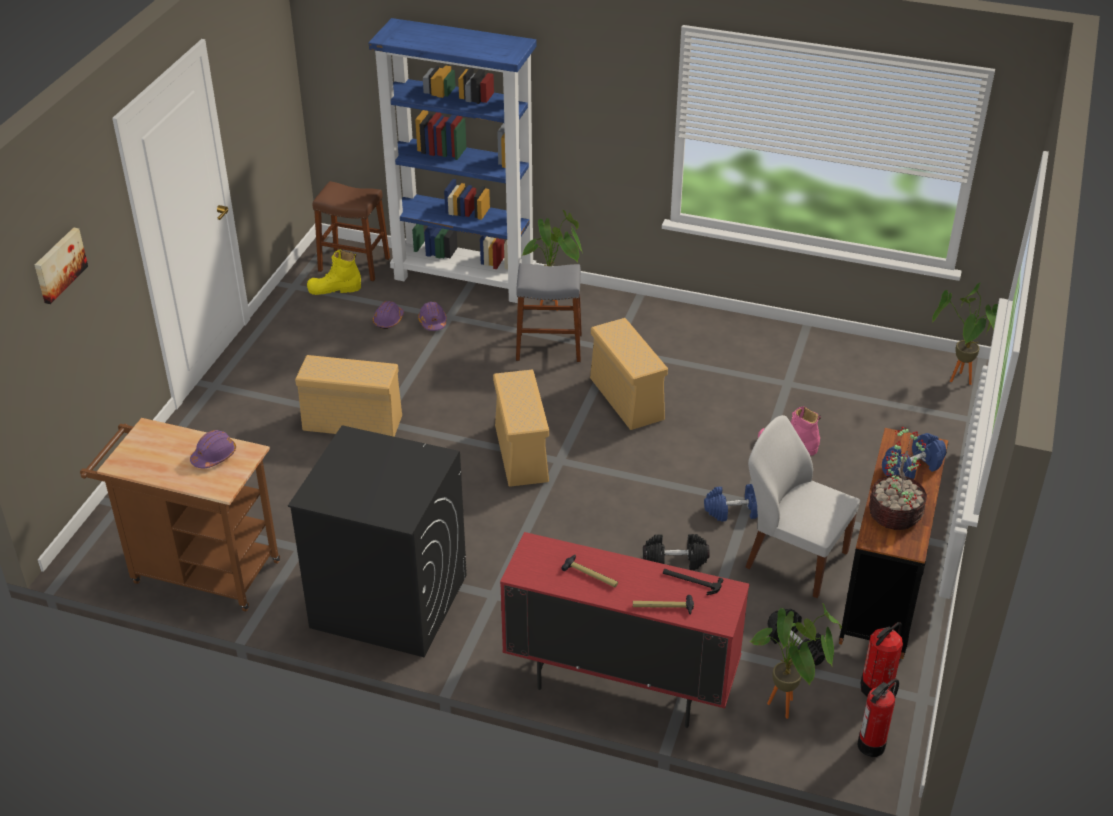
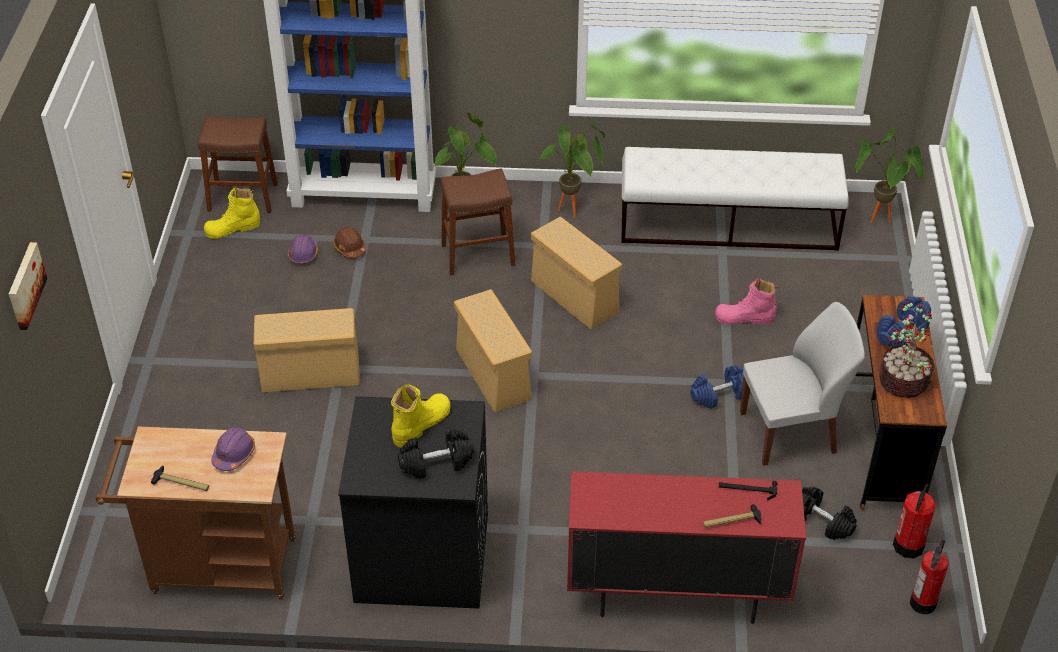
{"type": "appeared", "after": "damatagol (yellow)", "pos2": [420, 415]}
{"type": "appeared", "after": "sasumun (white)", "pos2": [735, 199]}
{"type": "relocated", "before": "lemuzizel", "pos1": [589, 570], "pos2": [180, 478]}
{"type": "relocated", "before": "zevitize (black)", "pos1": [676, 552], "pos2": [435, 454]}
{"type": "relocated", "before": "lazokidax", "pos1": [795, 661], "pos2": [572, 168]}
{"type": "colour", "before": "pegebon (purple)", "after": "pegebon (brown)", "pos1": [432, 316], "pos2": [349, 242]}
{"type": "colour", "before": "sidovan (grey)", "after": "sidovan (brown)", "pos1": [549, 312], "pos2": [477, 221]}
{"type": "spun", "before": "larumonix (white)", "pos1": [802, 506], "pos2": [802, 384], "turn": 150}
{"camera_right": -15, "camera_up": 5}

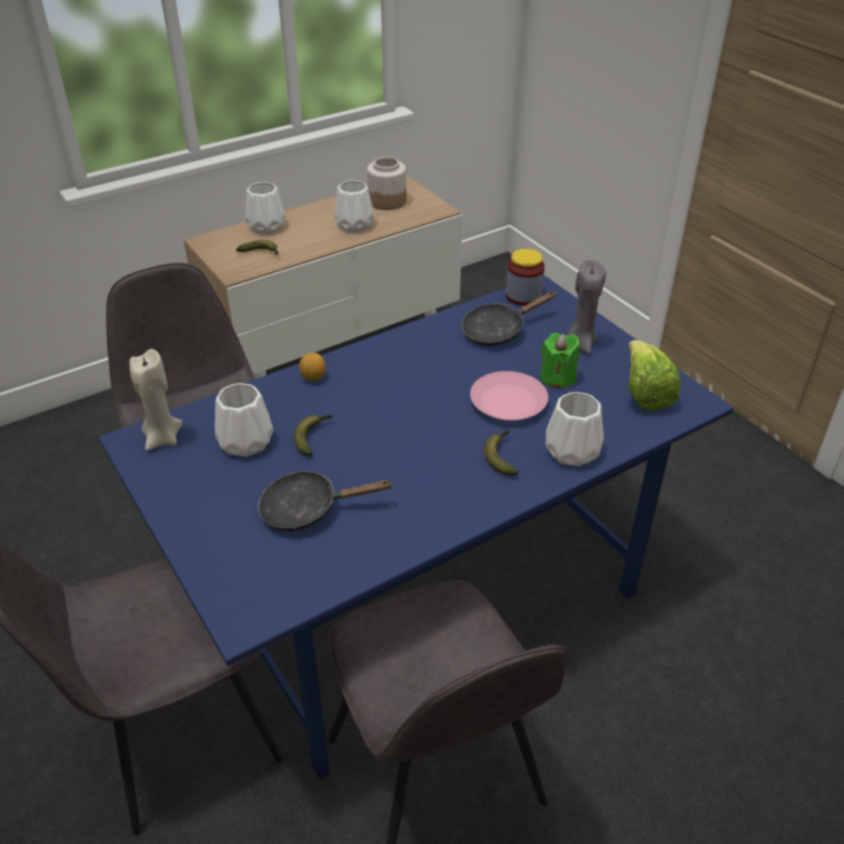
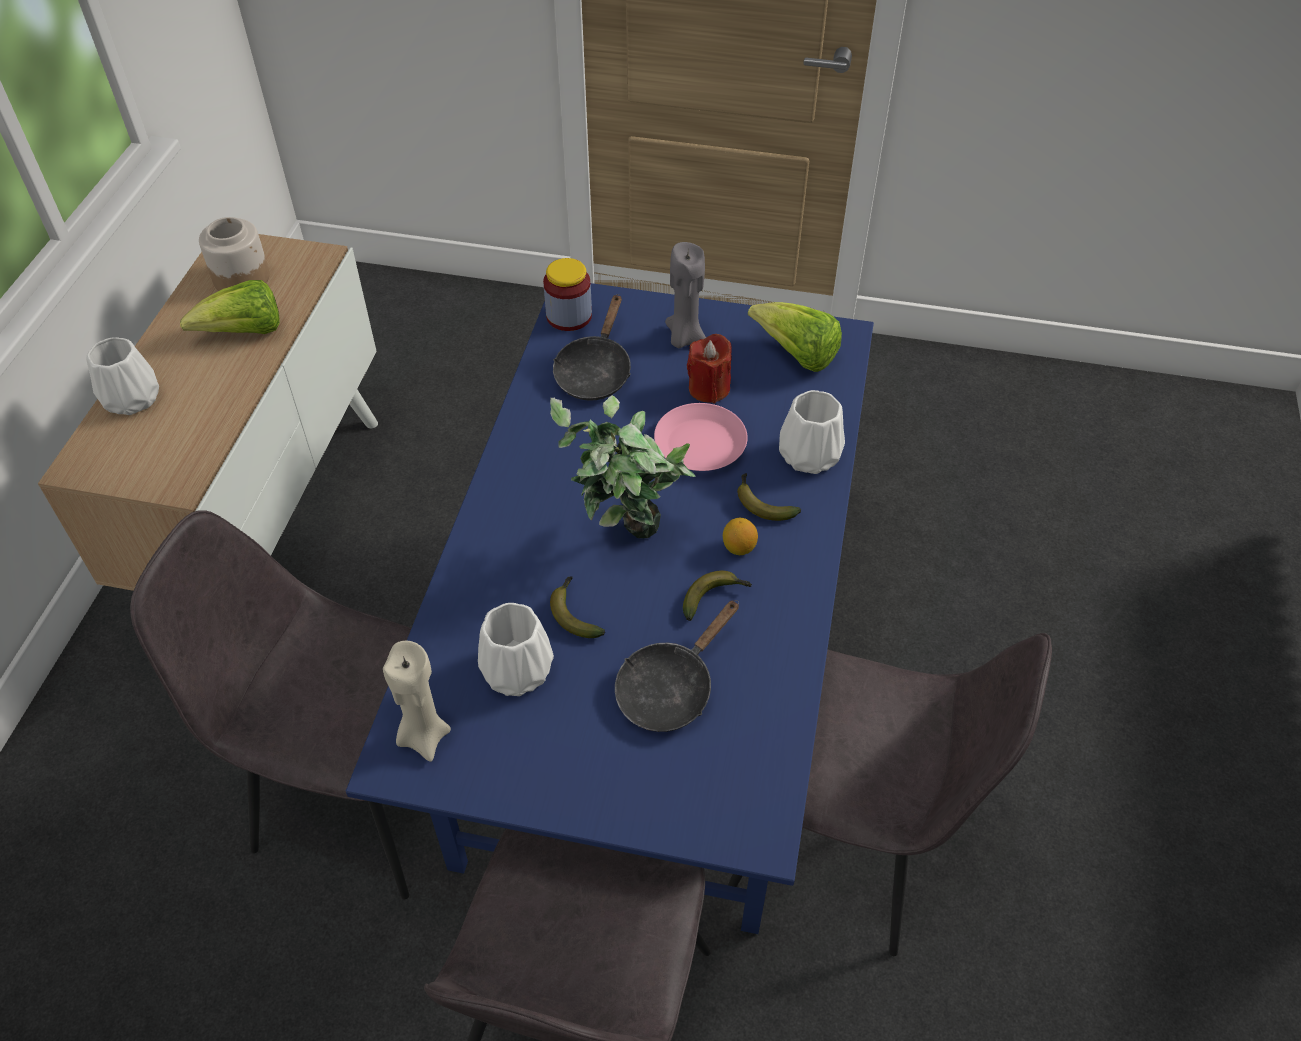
{"type": "appeared", "after": "lazokidax", "pos2": [623, 466]}
{"type": "relocated", "before": "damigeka", "pos1": [257, 247], "pos2": [717, 596]}
{"type": "relocated", "before": "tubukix", "pos1": [312, 367], "pos2": [740, 536]}
{"type": "exchanged", "before": "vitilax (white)", "after": "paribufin", "pos1": [354, 206], "pos2": [230, 307]}
{"type": "colour", "before": "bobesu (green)", "after": "bobesu (red)", "pos1": [559, 360], "pos2": [709, 369]}
{"camera_right": -45, "camera_up": 10}

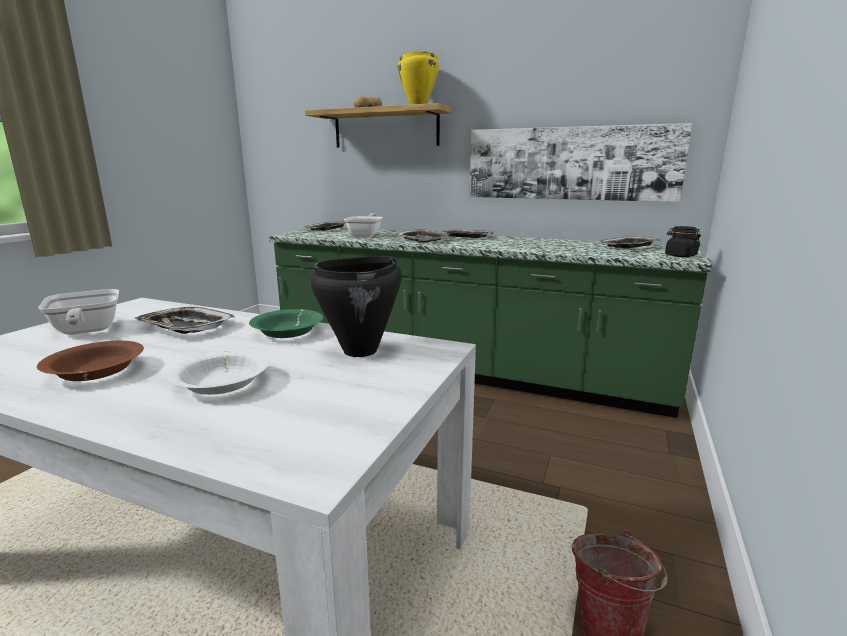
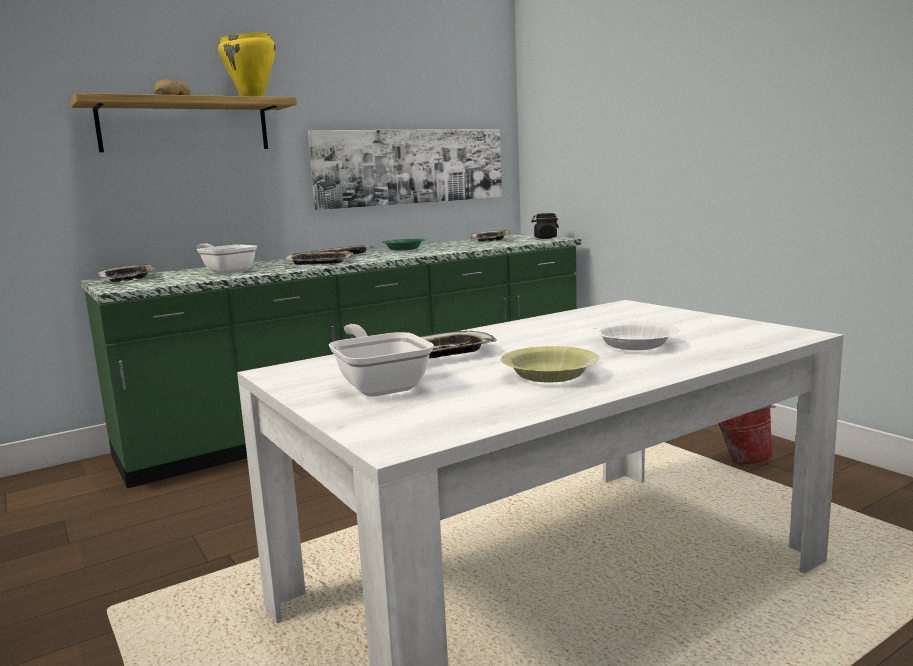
{"type": "missing", "before": "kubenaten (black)", "pos1": [356, 306]}
{"type": "relocated", "before": "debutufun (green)", "pos1": [286, 323], "pos2": [404, 244]}
{"type": "colour", "before": "debutufun (brown)", "after": "debutufun (yellow)", "pos1": [90, 361], "pos2": [550, 364]}
{"type": "spun", "before": "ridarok", "pos1": [78, 312], "pos2": [381, 360], "turn": -120}
{"camera_right": -55, "camera_up": -5}

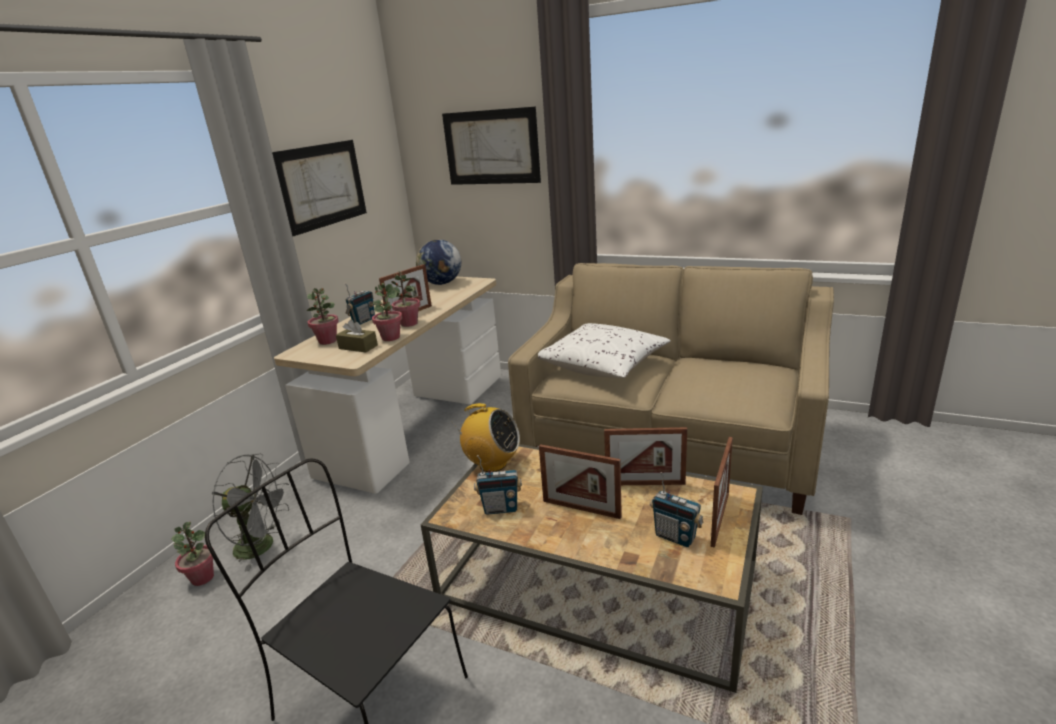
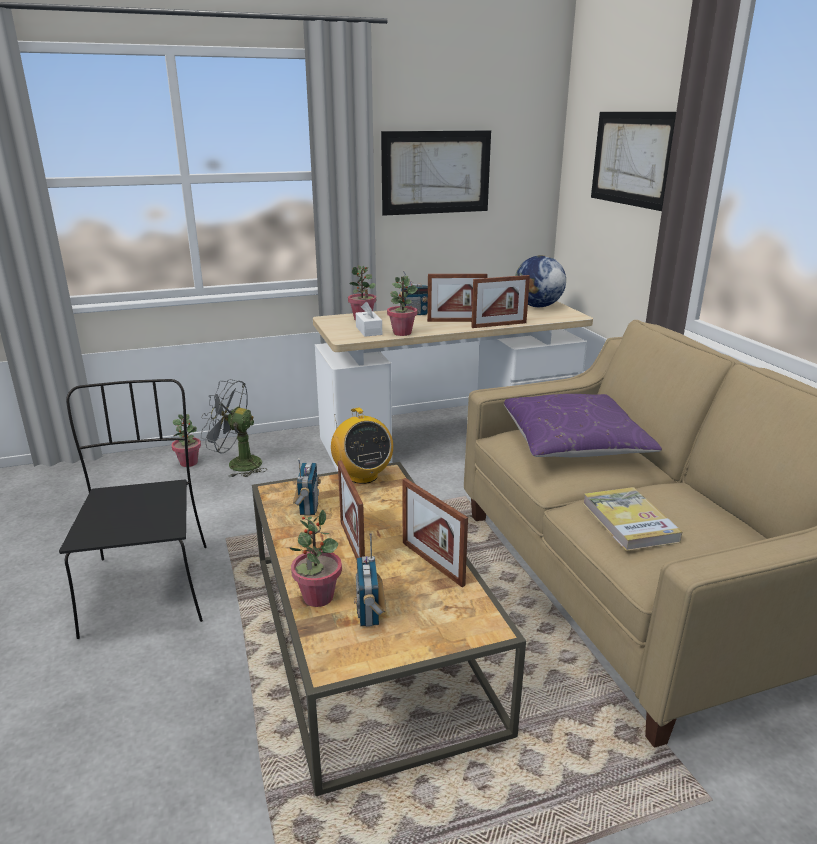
{"type": "appeared", "after": "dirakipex", "pos2": [632, 519]}
{"type": "relocated", "before": "lazokidax", "pos1": [405, 299], "pos2": [315, 558]}
{"type": "relocated", "before": "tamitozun", "pos1": [722, 492], "pos2": [500, 301]}
{"type": "colour", "before": "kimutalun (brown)", "after": "kimutalun (white)", "pos1": [357, 336], "pos2": [369, 319]}
{"type": "colour", "before": "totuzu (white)", "after": "totuzu (purple)", "pos1": [604, 350], "pos2": [583, 425]}
{"type": "spun", "before": "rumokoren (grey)", "pos1": [250, 513], "pos2": [234, 428], "turn": 135}
{"type": "spun", "before": "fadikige", "pos1": [498, 485], "pos2": [307, 487], "turn": -135}
{"camera_right": 45, "camera_up": 0}

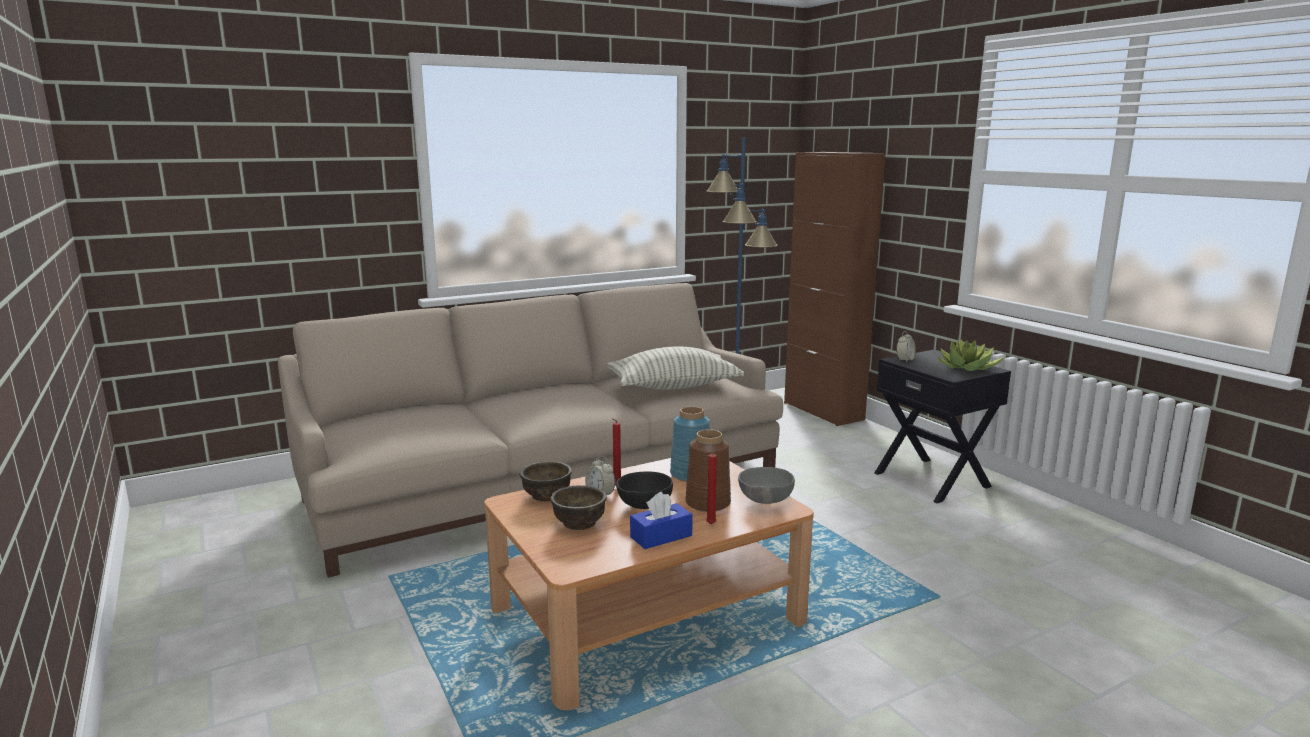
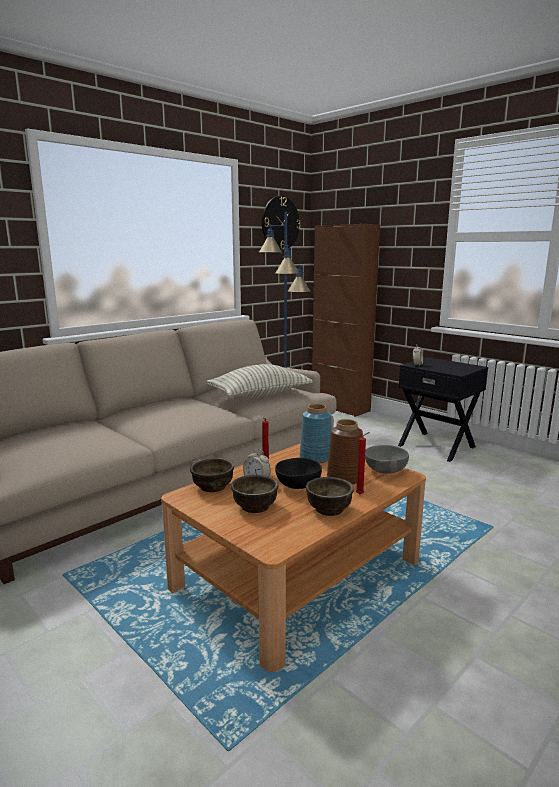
{"type": "missing", "before": "lazokidax", "pos1": [971, 355]}
{"type": "appeared", "after": "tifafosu", "pos2": [281, 223]}
{"type": "exchanged", "before": "kimutalun (blue)", "after": "debutufun (brown)", "pos1": [661, 520], "pos2": [330, 496]}
{"camera_right": -15, "camera_up": 0}

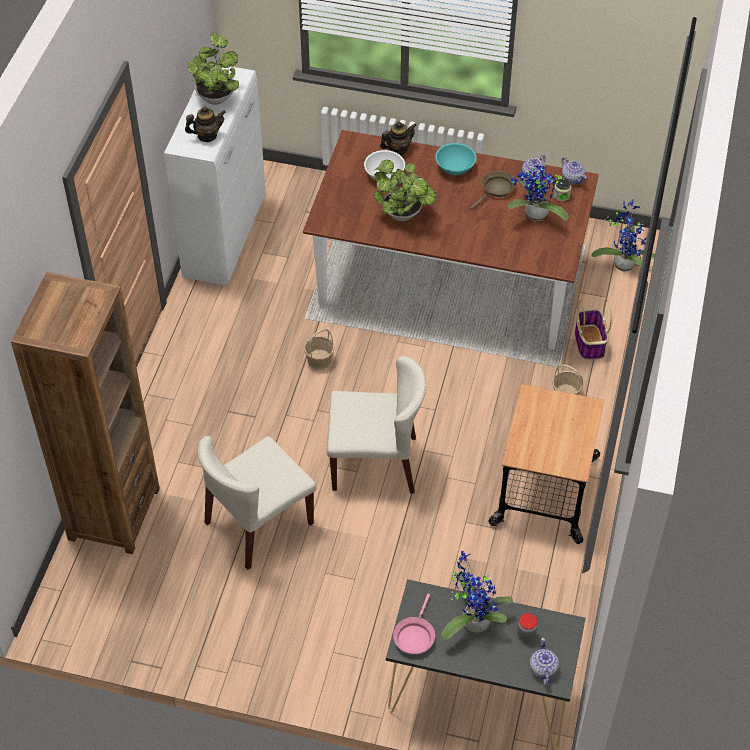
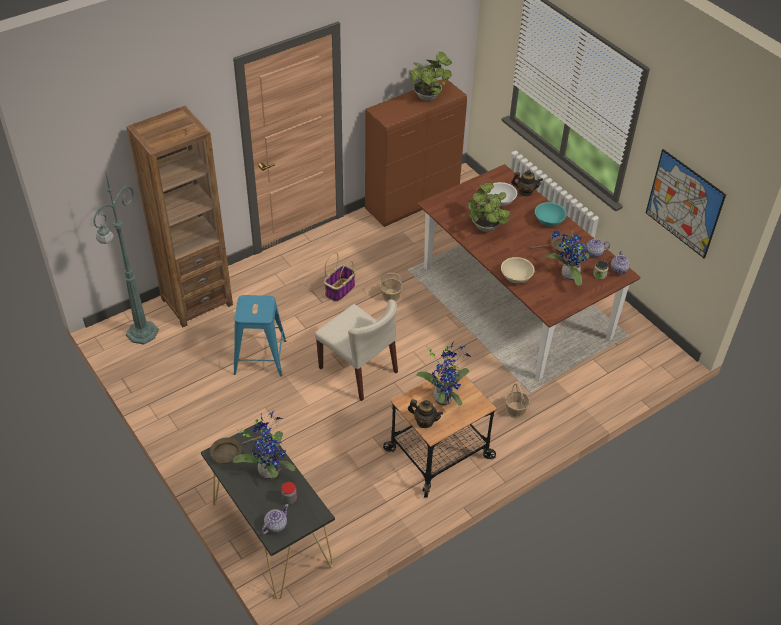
{"type": "appeared", "after": "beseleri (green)", "pos2": [126, 258]}
{"type": "appeared", "after": "debutufun (beige)", "pos2": [518, 270]}
{"type": "appeared", "after": "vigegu", "pos2": [686, 204]}
{"type": "relocated", "before": "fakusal", "pos1": [205, 124], "pos2": [425, 413]}
{"type": "relocated", "before": "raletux", "pos1": [593, 329], "pos2": [340, 277]}
{"type": "relocated", "before": "lazokidax", "pos1": [623, 235], "pos2": [443, 374]}
{"type": "exchanged", "before": "larumonix (beige)", "after": "sidovan (blue)", "pos1": [257, 503], "pos2": [260, 335]}
{"type": "colour", "before": "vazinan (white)", "after": "vazinan (brown)", "pos1": [215, 176], "pos2": [416, 153]}
{"type": "colour", "before": "ridarok (pink)", "after": "ridarok (brown)", "pos1": [414, 624], "pos2": [236, 450]}
{"camera_right": 40, "camera_up": -5}

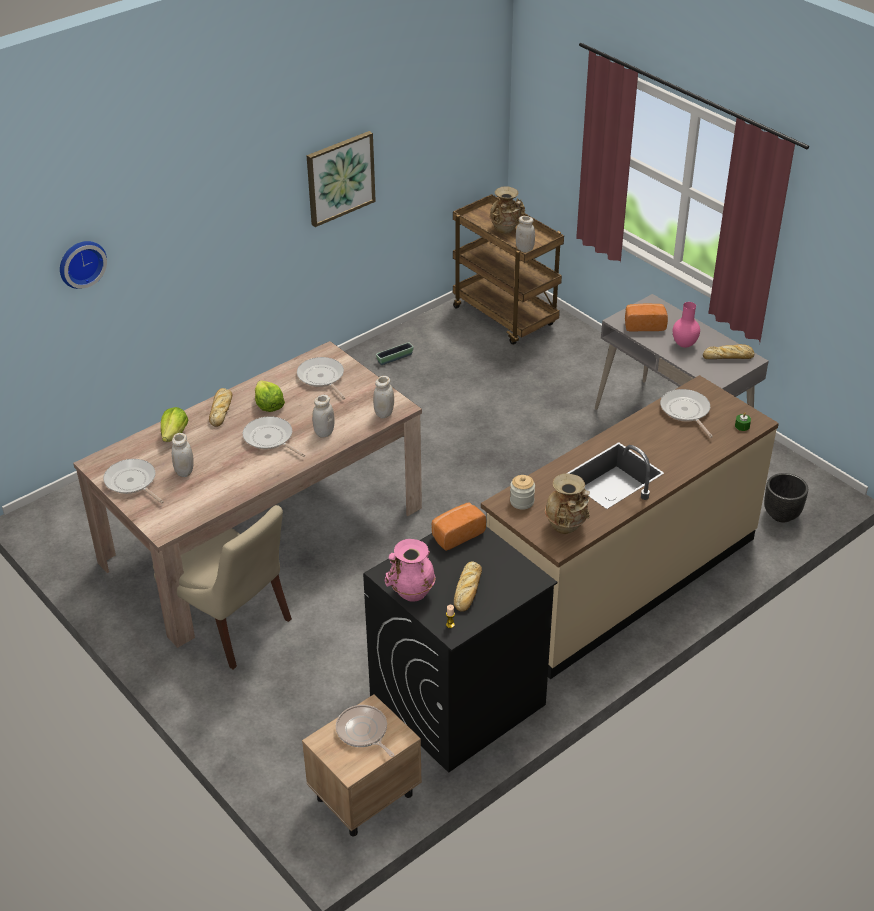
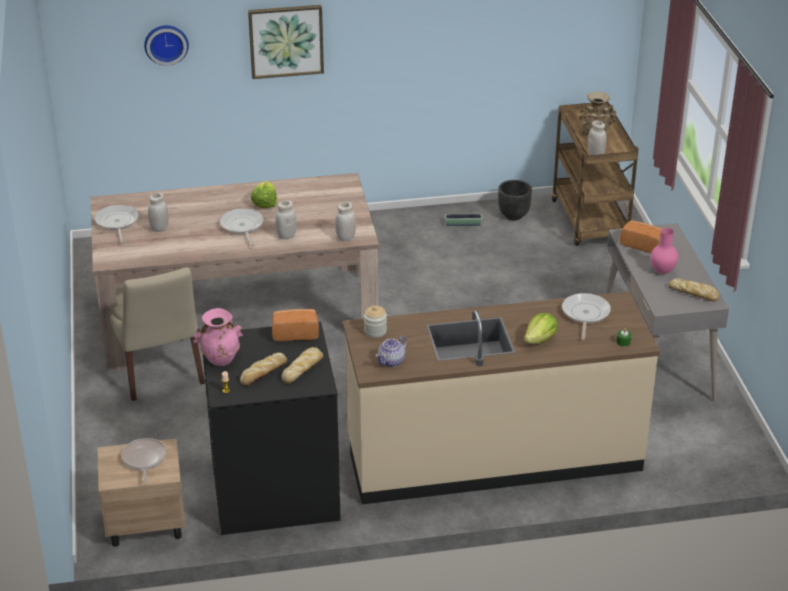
{"type": "missing", "before": "ridarok", "pos1": [321, 378]}
{"type": "relocated", "before": "paribufin", "pos1": [174, 424], "pos2": [541, 328]}
{"type": "relocated", "before": "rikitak", "pos1": [220, 407], "pos2": [302, 365]}
{"type": "relocated", "before": "vigegu", "pos1": [341, 179], "pos2": [286, 42]}
{"type": "relocated", "before": "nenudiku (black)", "pos1": [786, 497], "pos2": [515, 200]}
{"type": "exchanged", "before": "vitilax (beige)", "after": "fakusal", "pos1": [567, 503], "pos2": [391, 351]}
{"camera_right": 30, "camera_up": -5}

